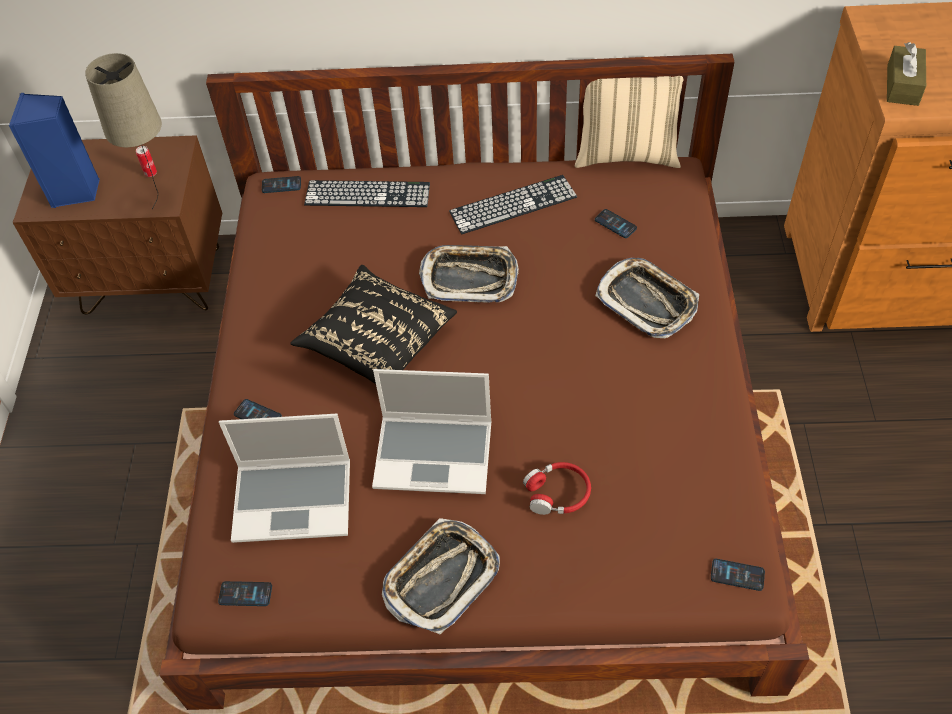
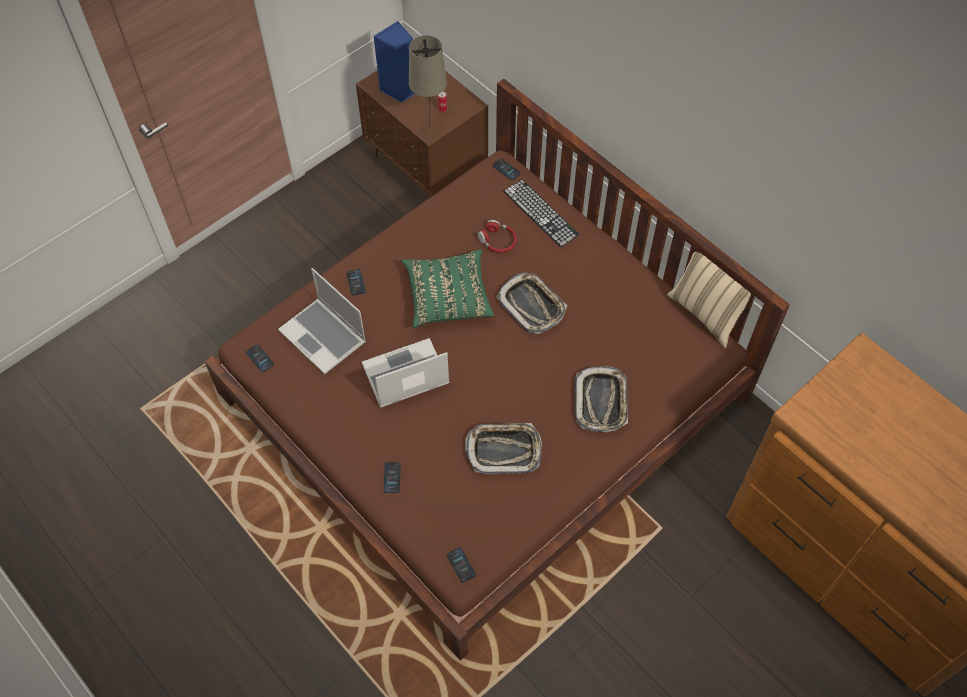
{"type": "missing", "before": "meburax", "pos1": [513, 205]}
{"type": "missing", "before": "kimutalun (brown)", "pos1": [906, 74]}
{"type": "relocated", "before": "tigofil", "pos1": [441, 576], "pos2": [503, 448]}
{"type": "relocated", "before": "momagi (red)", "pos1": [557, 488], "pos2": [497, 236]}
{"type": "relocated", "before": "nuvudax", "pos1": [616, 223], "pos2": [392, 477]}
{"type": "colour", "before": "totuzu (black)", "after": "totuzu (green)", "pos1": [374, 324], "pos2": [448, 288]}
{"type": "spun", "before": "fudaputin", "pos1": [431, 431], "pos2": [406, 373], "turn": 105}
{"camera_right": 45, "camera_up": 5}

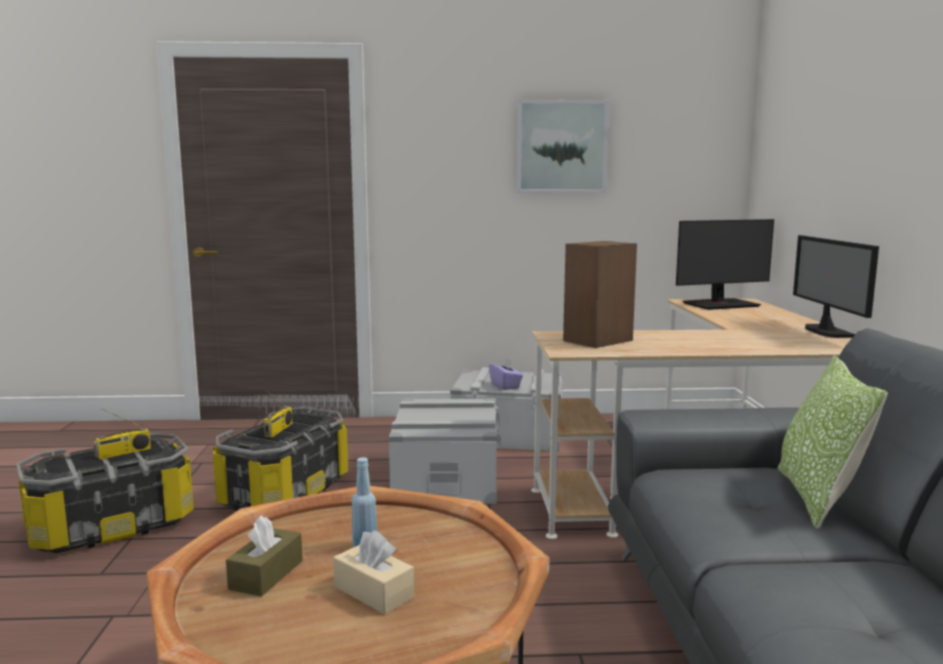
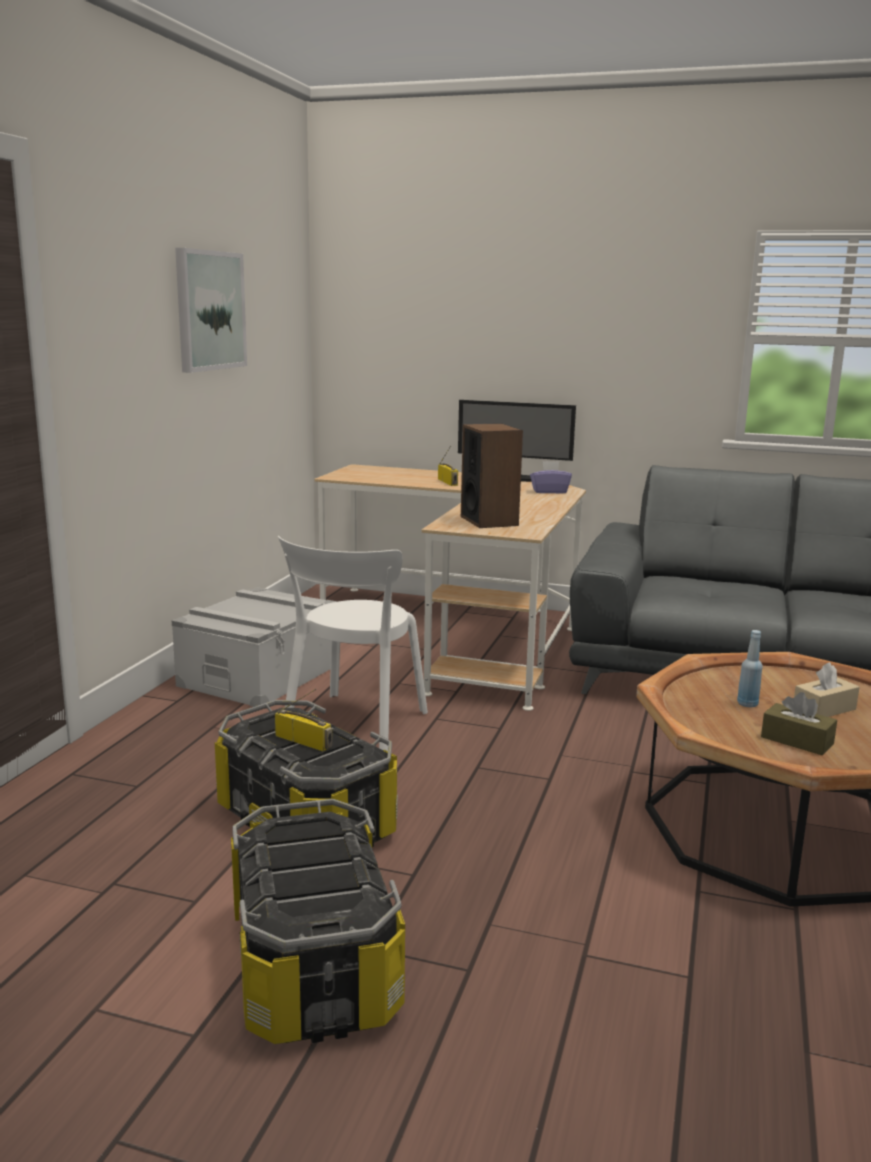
{"type": "missing", "before": "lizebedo", "pos1": [725, 264]}
{"type": "missing", "before": "totuzu", "pos1": [832, 442]}
{"type": "relocated", "before": "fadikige", "pos1": [122, 434], "pos2": [448, 466]}
{"type": "relocated", "before": "kimutalun (purple)", "pos1": [506, 373], "pos2": [551, 477]}
{"type": "exchanged", "before": "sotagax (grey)", "after": "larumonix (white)", "pos1": [445, 451], "pos2": [353, 643]}
{"camera_right": -70, "camera_up": 5}

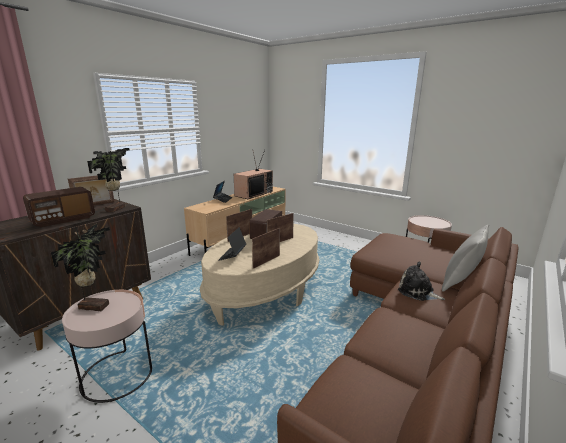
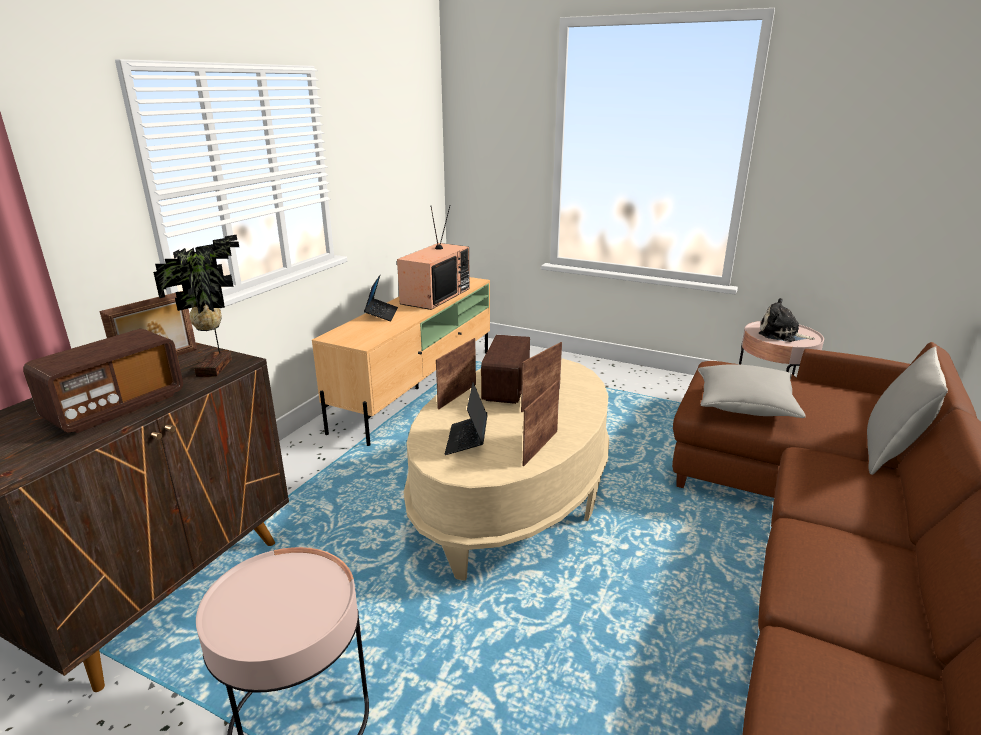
{"type": "missing", "before": "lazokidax", "pos1": [80, 267]}
{"type": "appeared", "after": "totuzu (grey)", "pos2": [752, 391]}
{"type": "relocated", "before": "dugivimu", "pos1": [421, 281], "pos2": [787, 320]}
{"camera_right": -10, "camera_up": 5}

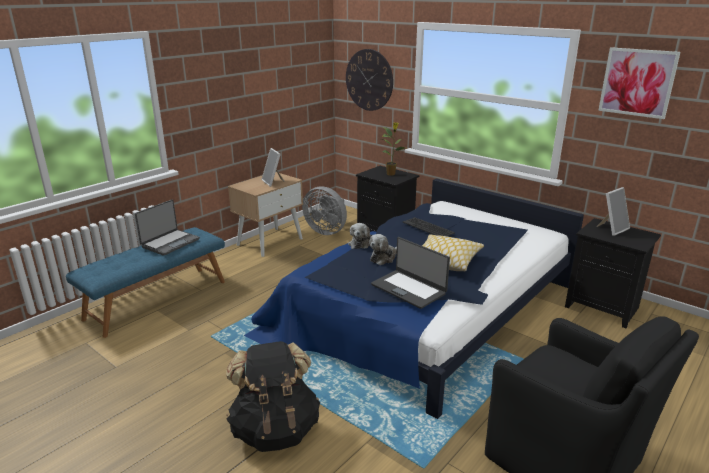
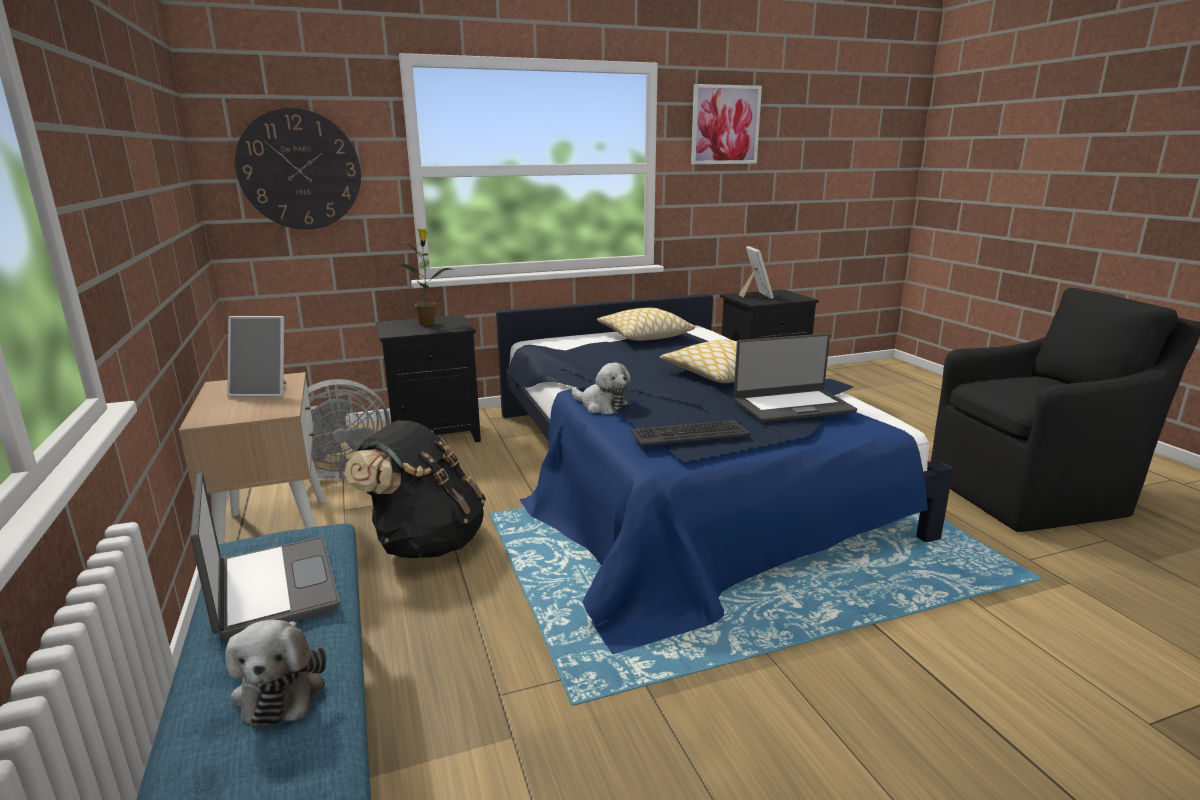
{"type": "appeared", "after": "totuzu", "pos2": [646, 324]}
{"type": "relocated", "before": "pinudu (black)", "pos1": [273, 396], "pos2": [415, 489]}
{"type": "relocated", "before": "dugivimu", "pos1": [383, 249], "pos2": [275, 674]}
{"type": "relocated", "before": "meburax", "pos1": [429, 226], "pos2": [690, 433]}
{"camera_right": -60, "camera_up": -5}

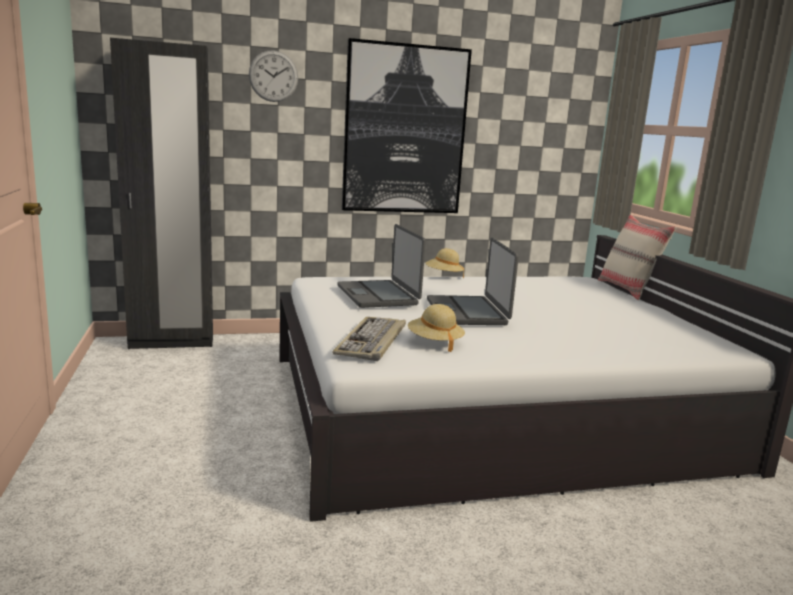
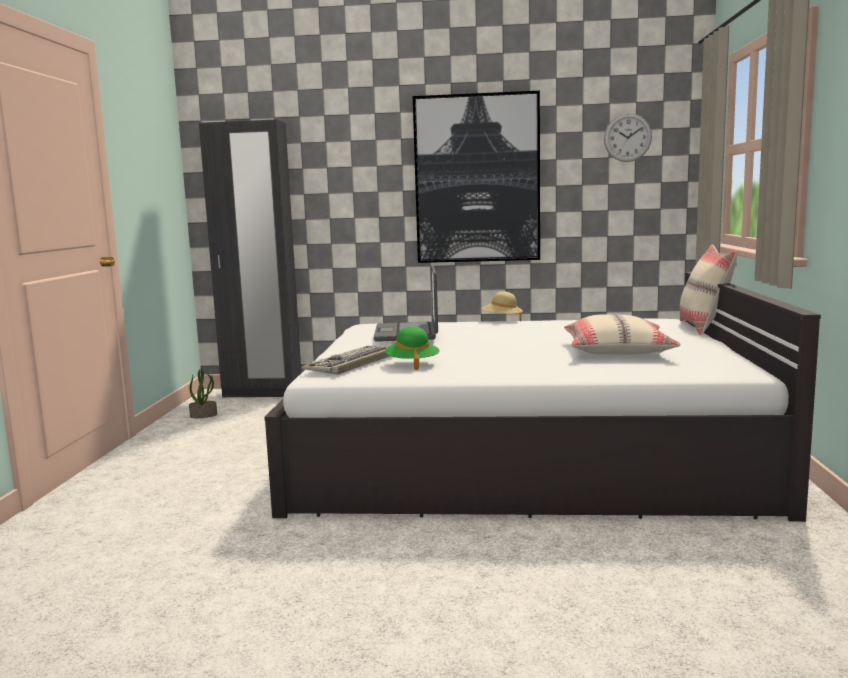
{"type": "missing", "before": "fudaputin", "pos1": [473, 281]}
{"type": "appeared", "after": "lazokidax", "pos2": [203, 393]}
{"type": "appeared", "after": "totuzu (beige)", "pos2": [622, 334]}
{"type": "relocated", "before": "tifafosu", "pos1": [273, 76], "pos2": [628, 137]}
{"type": "colour", "before": "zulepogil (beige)", "after": "zulepogil (green)", "pos1": [436, 328], "pos2": [412, 348]}
{"camera_right": 20, "camera_up": -5}

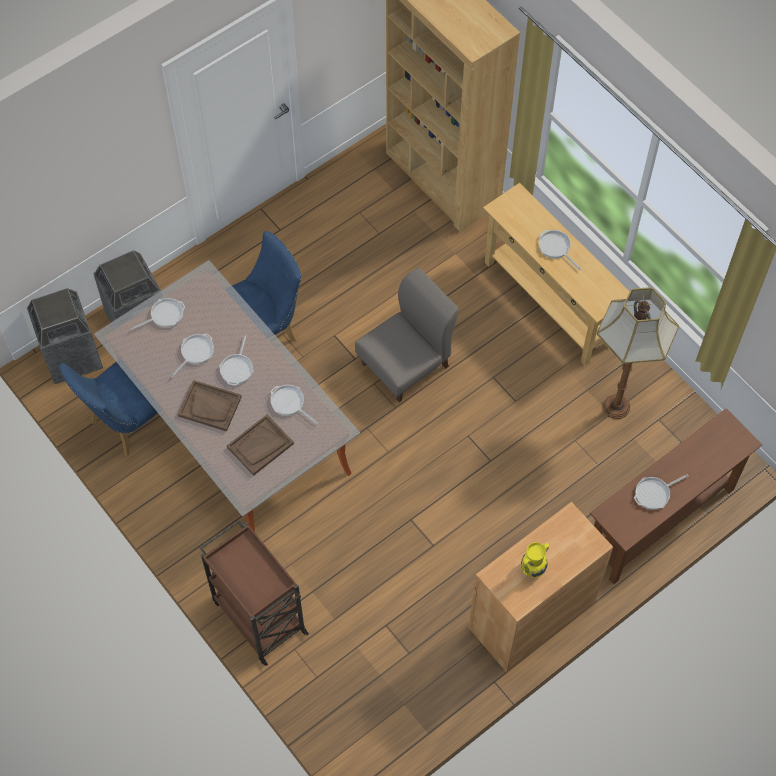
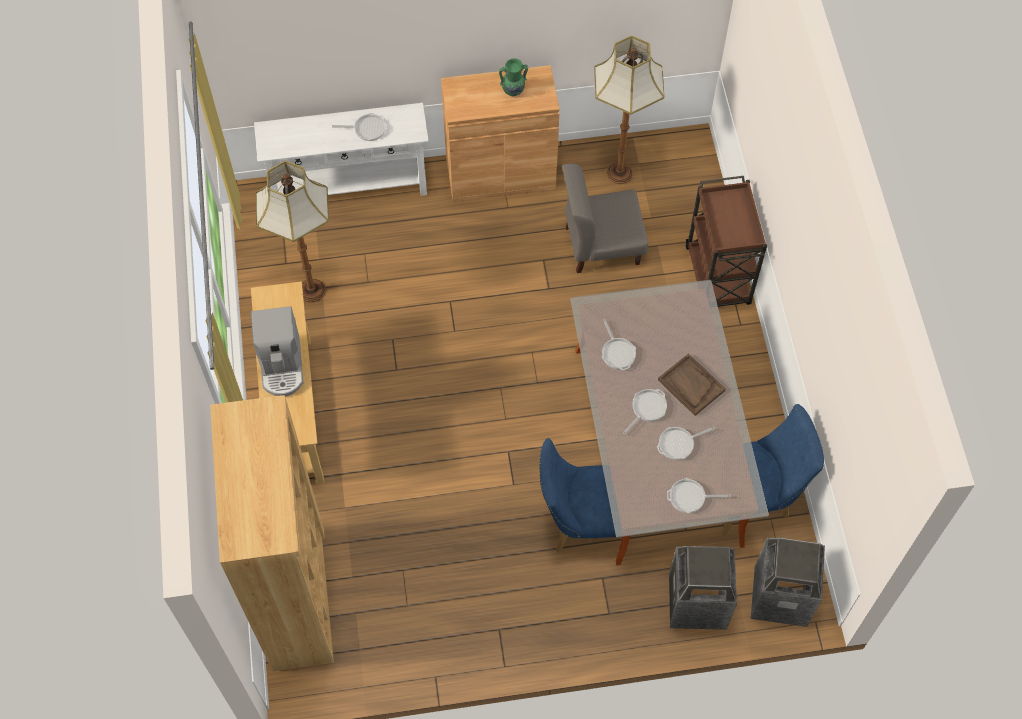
{"type": "missing", "before": "tigofil (brown)", "pos1": [260, 445]}
{"type": "appeared", "after": "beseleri", "pos2": [629, 110]}
{"type": "relocated", "before": "larumonix (grey)", "pos1": [407, 335], "pos2": [605, 218]}
{"type": "exchanged", "before": "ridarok", "after": "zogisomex", "pos1": [560, 250], "pos2": [277, 351]}
{"type": "colour", "before": "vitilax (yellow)", "after": "vitilax (green)", "pos1": [535, 559], "pos2": [513, 77]}
{"type": "colour", "before": "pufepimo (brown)", "after": "pufepimo (white)", "pos1": [676, 496], "pos2": [341, 149]}
{"camera_right": -150, "camera_up": 0}

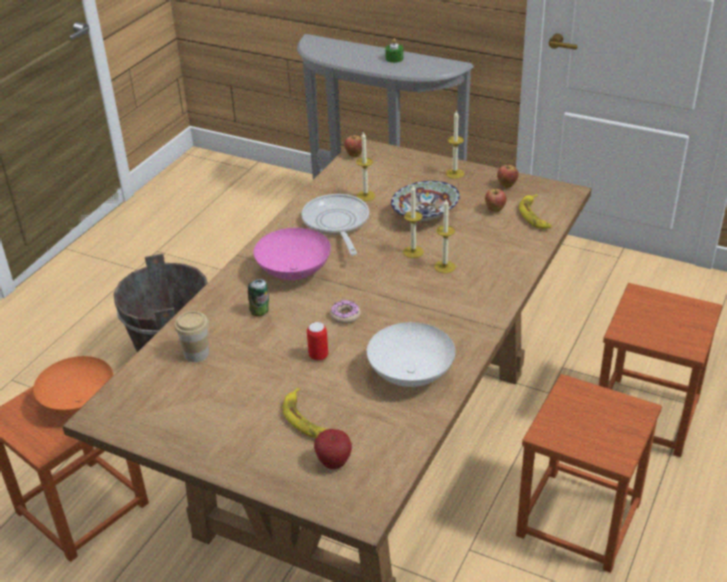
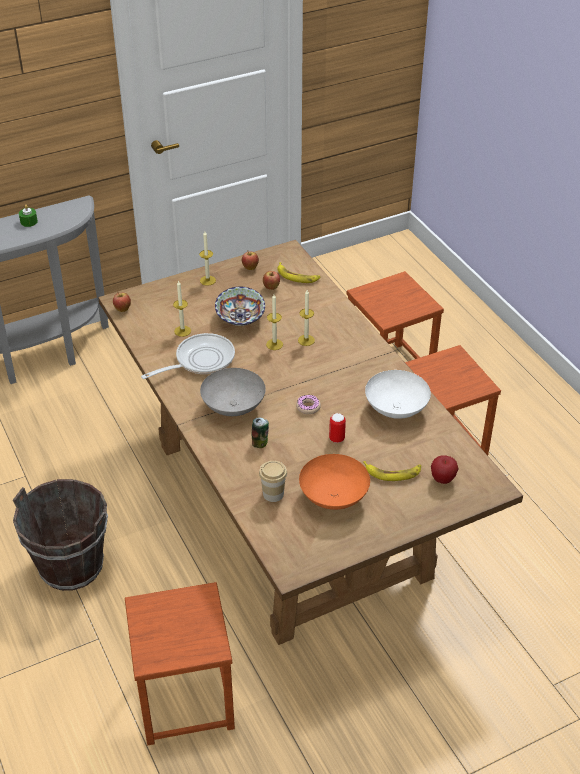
{"type": "relocated", "before": "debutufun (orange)", "pos1": [73, 385], "pos2": [334, 482]}
{"type": "colour", "before": "debutufun (pink)", "after": "debutufun (grey)", "pos1": [292, 254], "pos2": [233, 392]}
{"type": "spun", "before": "ridarok", "pos1": [335, 224], "pos2": [188, 356], "turn": 120}
{"camera_right": -55, "camera_up": 5}

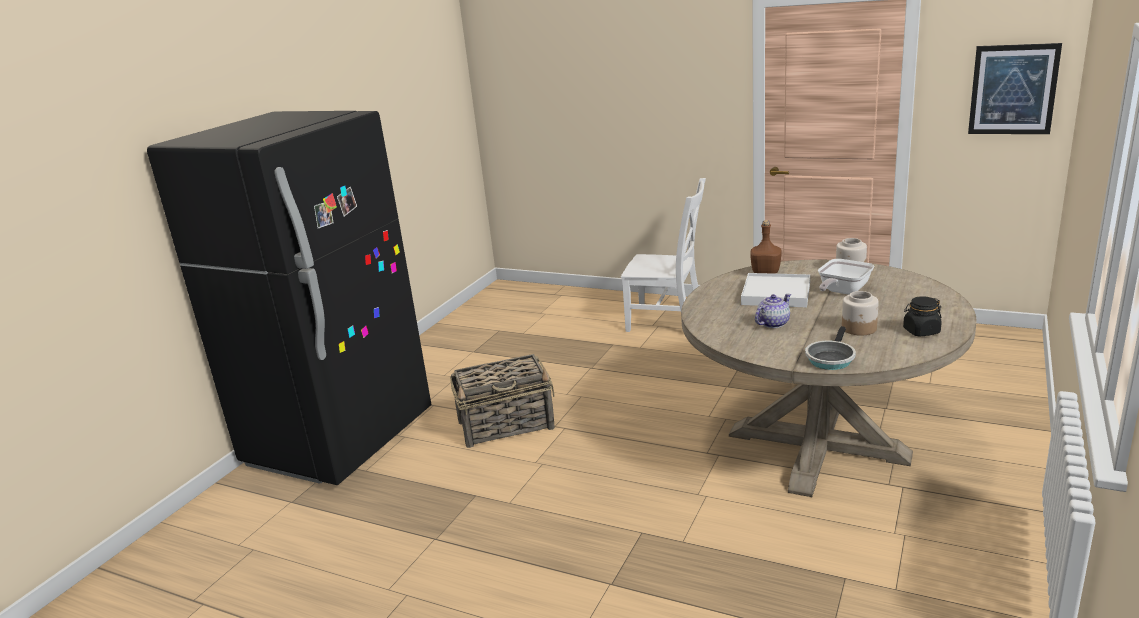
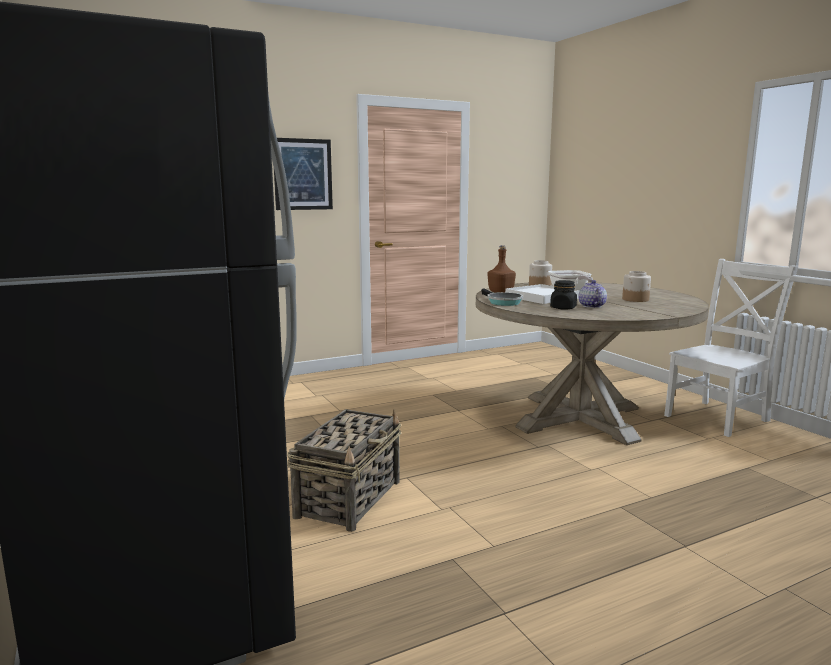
{"type": "relocated", "before": "larumonix (white)", "pos1": [663, 255], "pos2": [731, 348]}
{"type": "relocated", "before": "ridarok", "pos1": [830, 348], "pos2": [502, 297]}
{"type": "relocated", "before": "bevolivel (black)", "pos1": [922, 316], "pos2": [563, 295]}
{"type": "relocated", "before": "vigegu", "pos1": [1015, 88], "pos2": [303, 174]}
{"camera_right": -55, "camera_up": -10}

